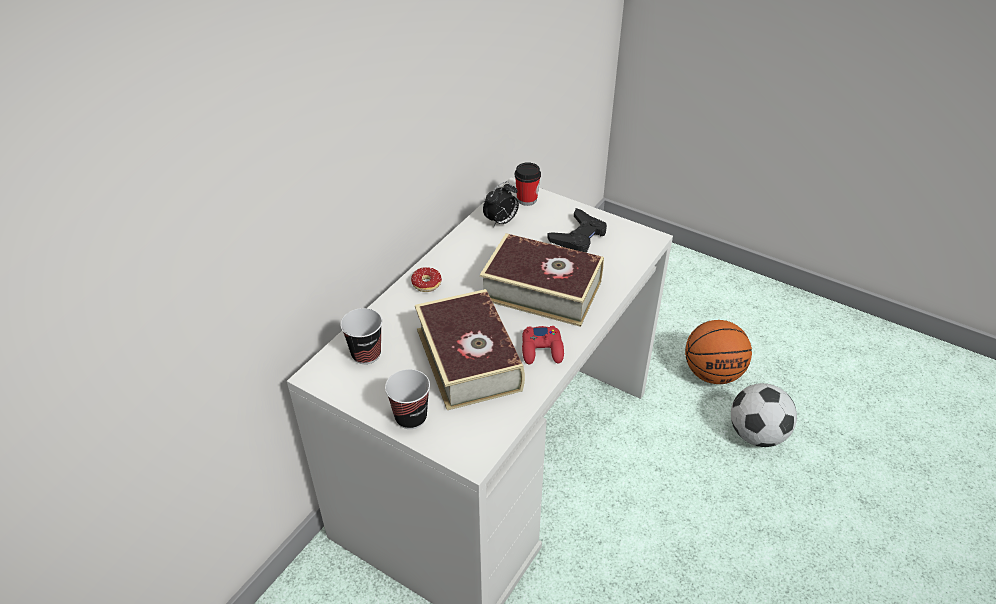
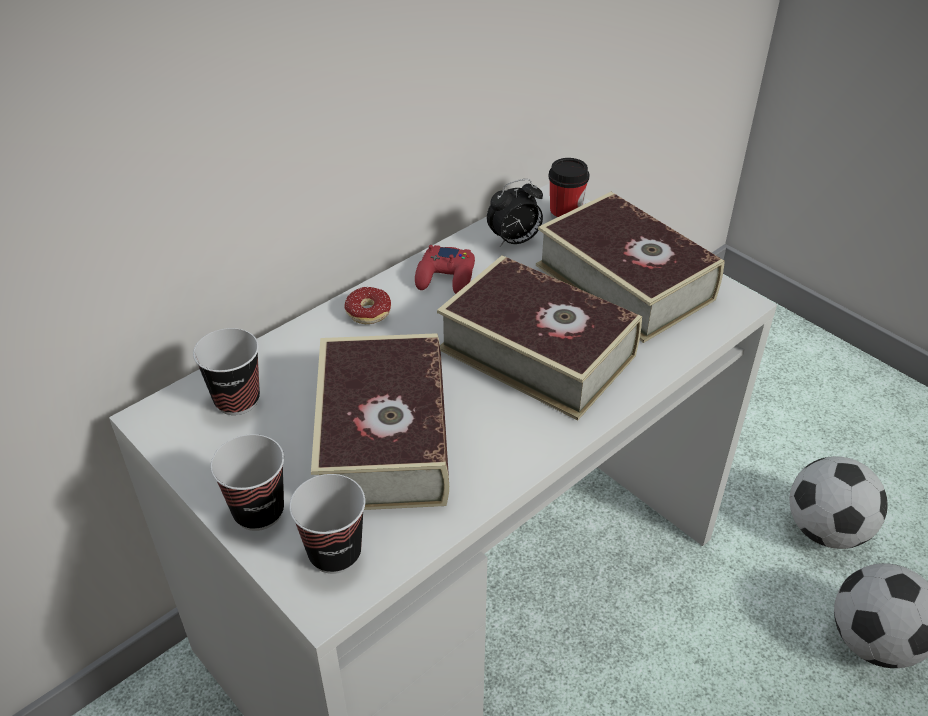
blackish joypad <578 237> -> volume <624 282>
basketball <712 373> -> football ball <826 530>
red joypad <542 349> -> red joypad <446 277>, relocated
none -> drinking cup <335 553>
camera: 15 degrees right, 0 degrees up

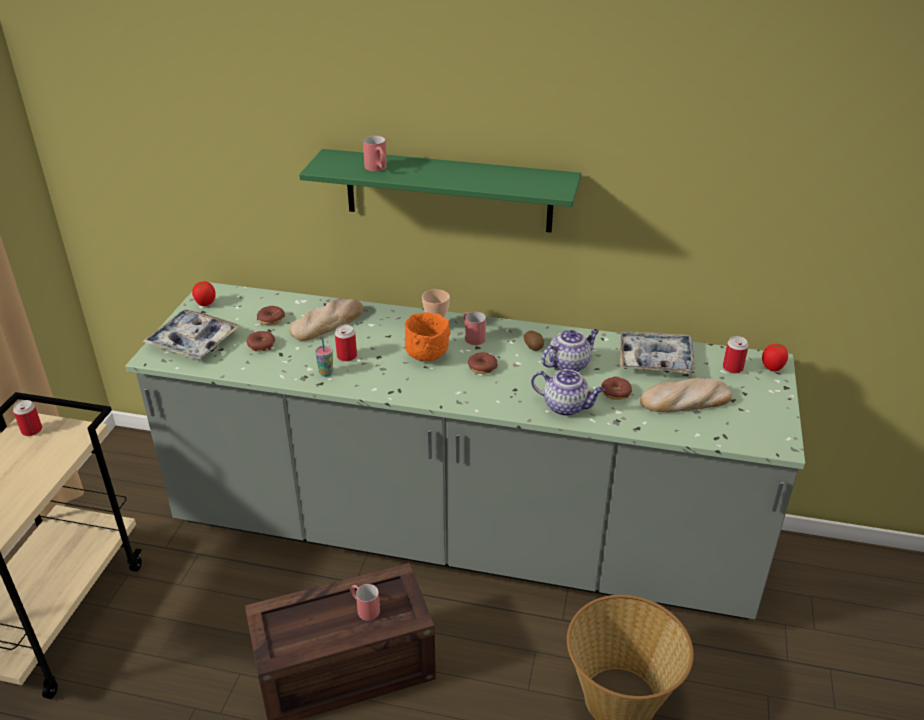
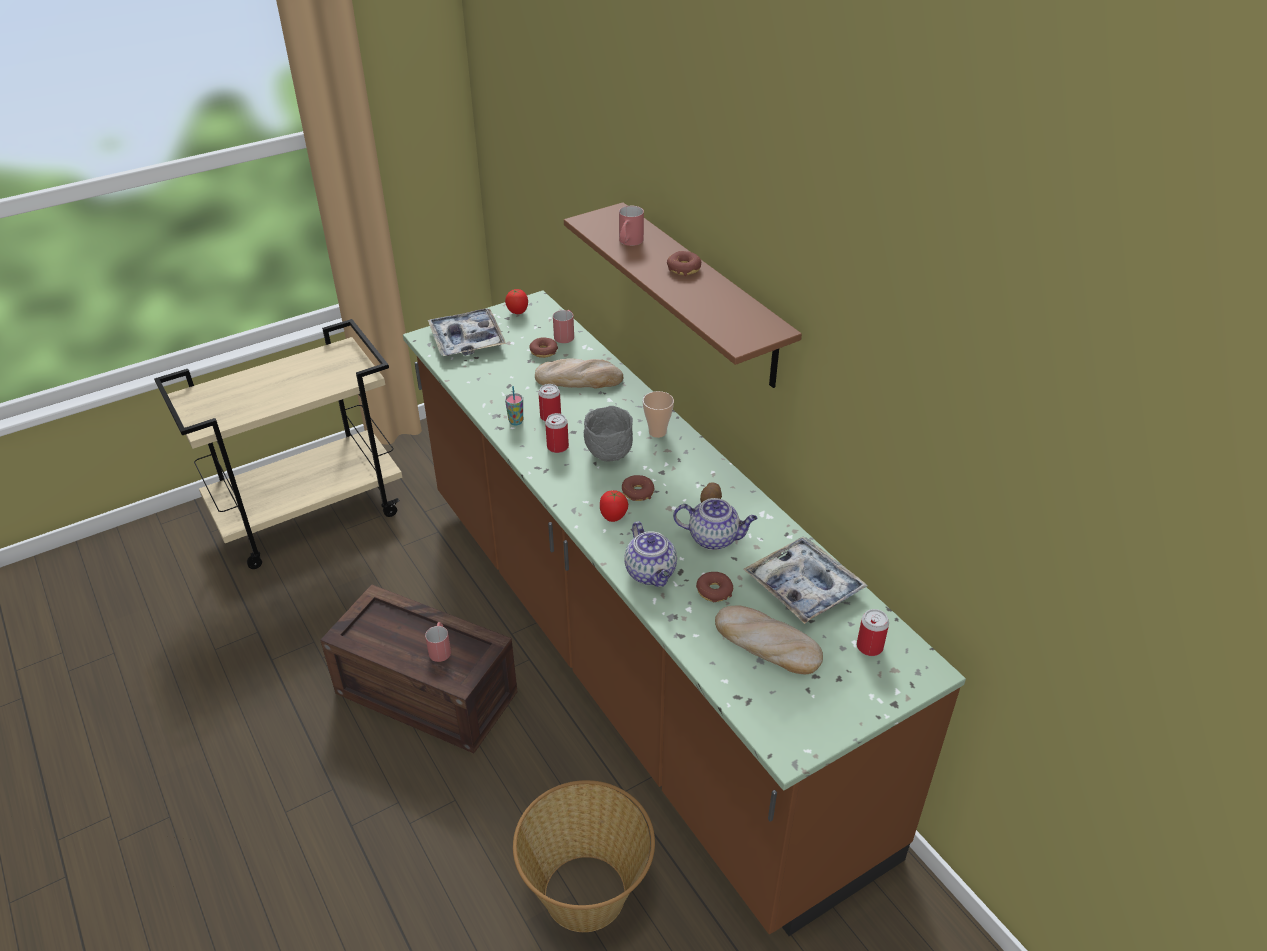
green wall shelf <448 191> -> brown-coloured wall shelf <703 295>
gray counter <462 536> -> brown-coloured counter <633 659>
orange-coloured serving bowl <426 357> -> gray serving bowl <608 455>
red coffee mug <472 336> -> red coffee mug <566 335>, relocated
ring doughnut <261 345> -> ring doughnut <684 268>, relocated
fresh tomato <772 368> -> fresh tomato <613 518>, relocated
sealed can <32 430> -> sealed can <557 447>, relocated
camera: 45 degrees right, 5 degrees up

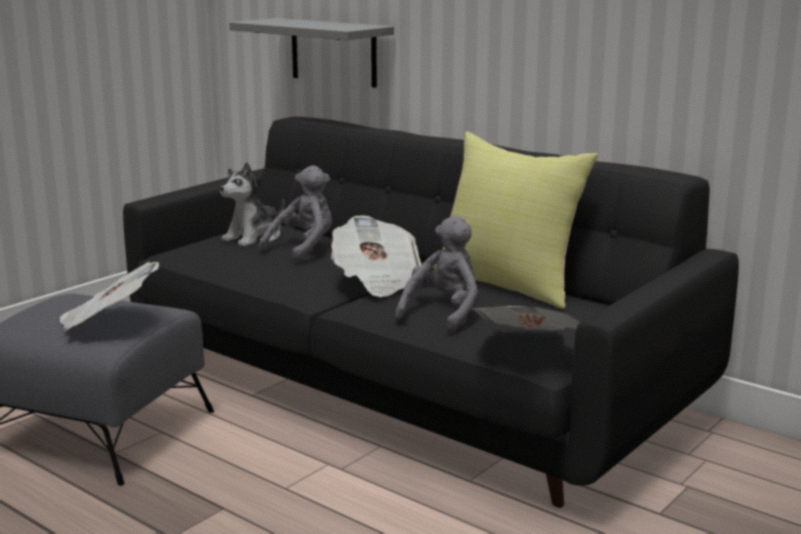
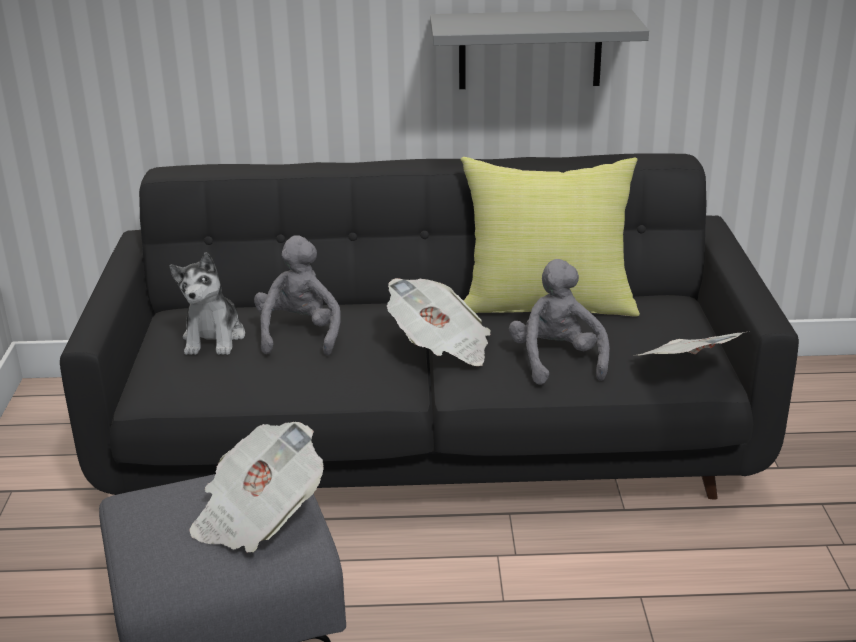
gray wall shelf <333 52> -> gray wall shelf <530 49>, relocated
camera: 40 degrees left, 10 degrees up

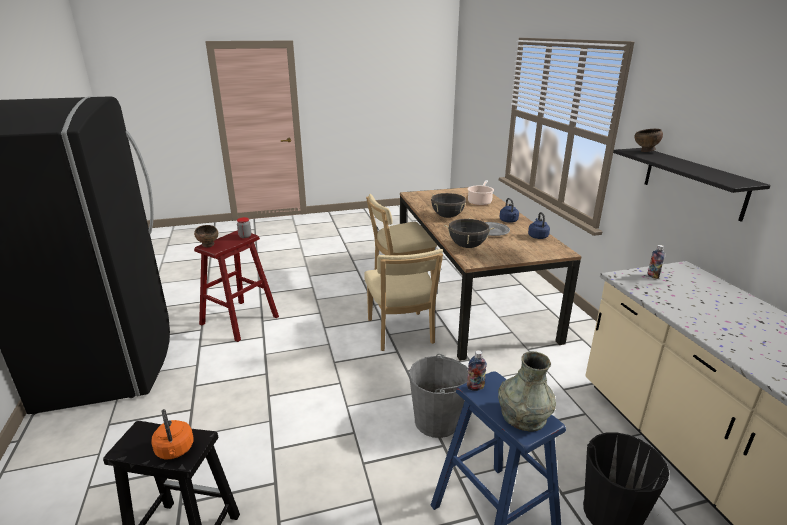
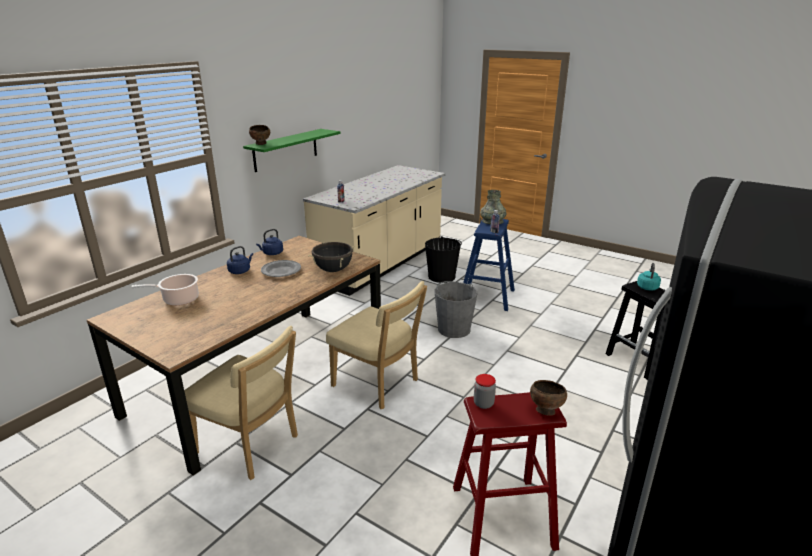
blackish wall shelf <693 182> -> green wall shelf <286 150>
blackish saucepot <447 216> -> none
beige-coloured plain chair <401 333> -> beige-coloured plain chair <378 384>, 90 degrees clockwise
orange-coloured tea kettle <175 450> -> blue-green tea kettle <647 287>
camera: 130 degrees left, 0 degrees up

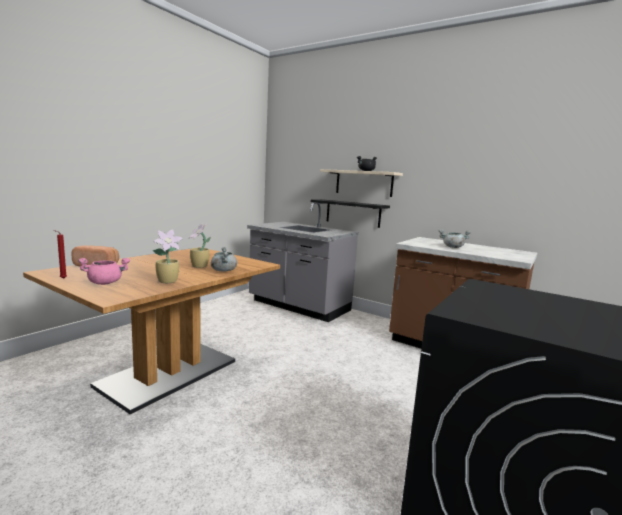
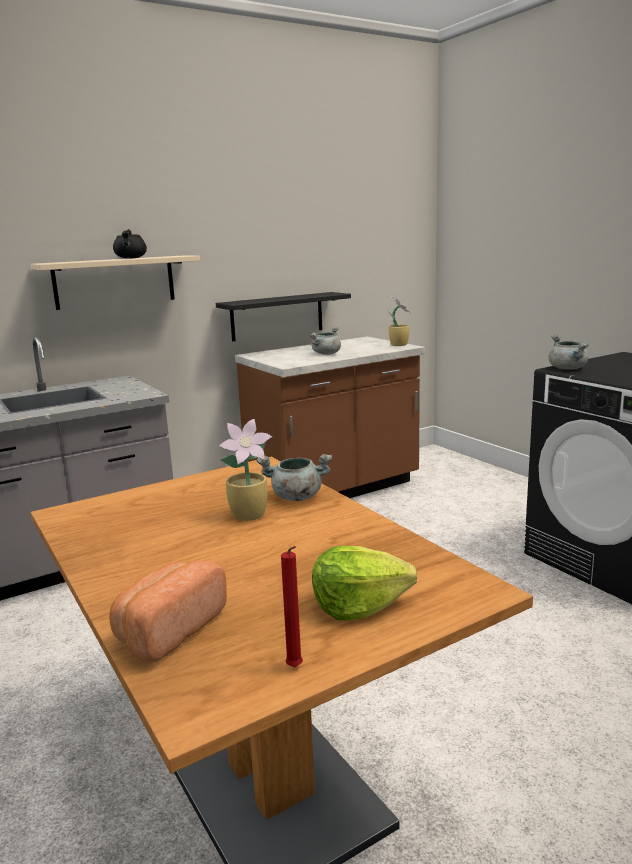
blackish wall shelf <353 213> -> blackish wall shelf <277 316>, relocated
potted plant <168 281> -> potted plant <399 345>, relocated
pink saucepot <105 283> -> lettuce <358 605>
none -> gray saucepot <568 369>
camera: 65 degrees left, 5 degrees up

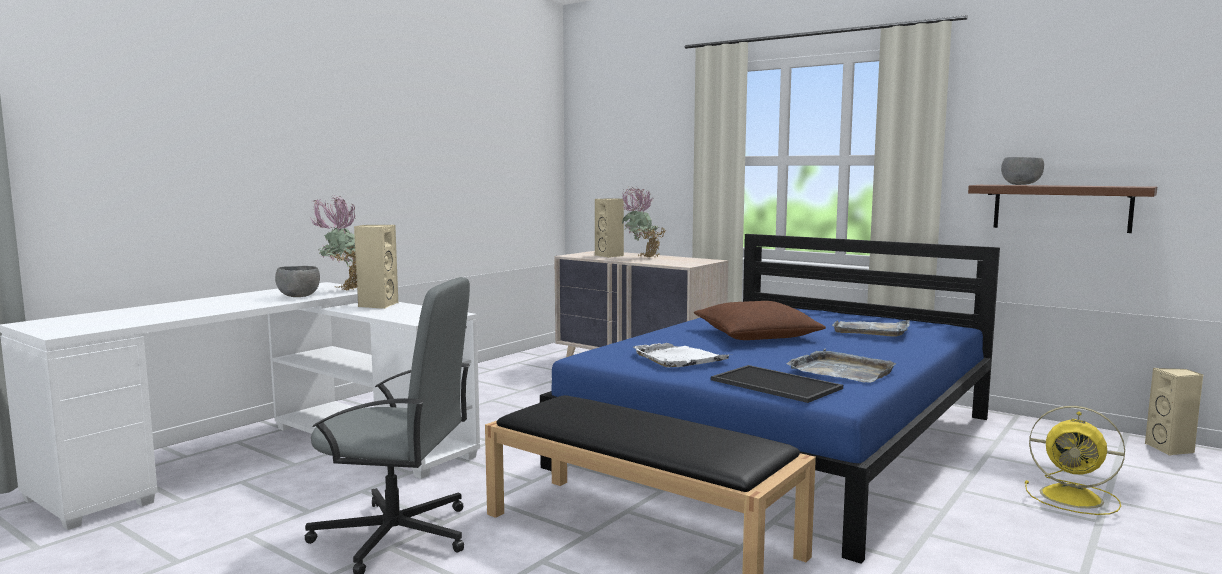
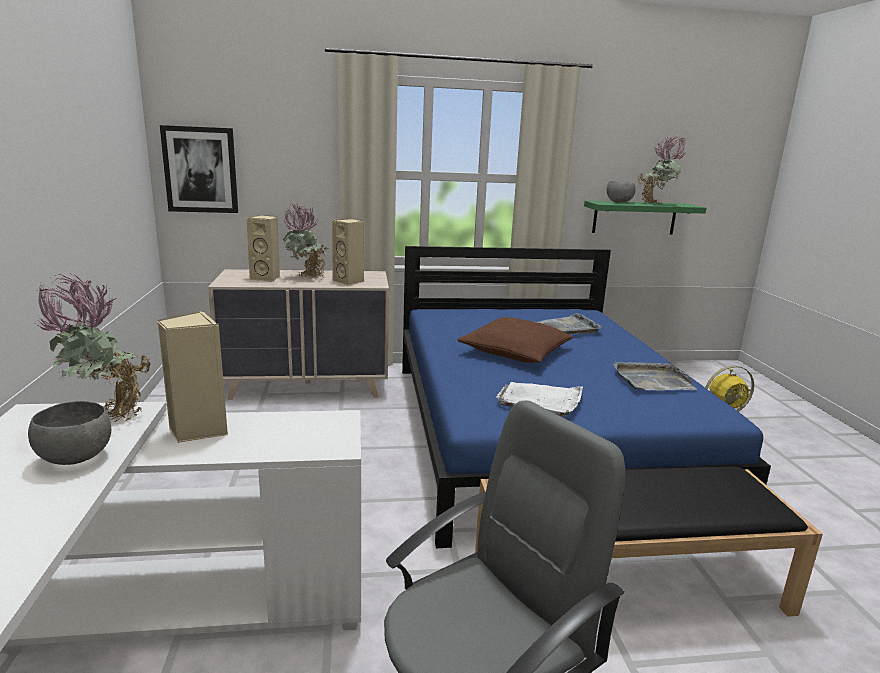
brown-coloured wall shelf <1061 207> -> green wall shelf <634 217>
carrying tray <773 384> -> none
beige-coloured speaker <1171 449> -> beige-coloured speaker <349 282>, relocated
none -> wall picture <200 170>
none -> potted plant <656 204>
camera: 45 degrees left, 10 degrees up

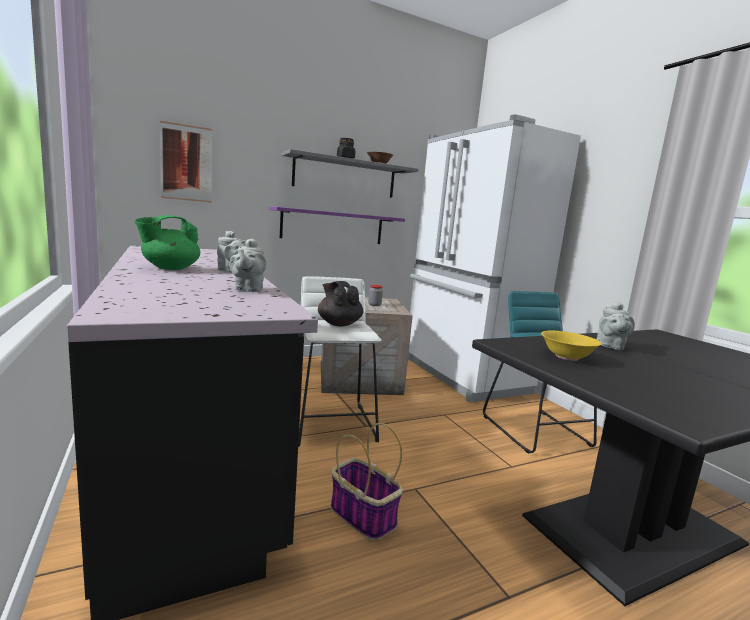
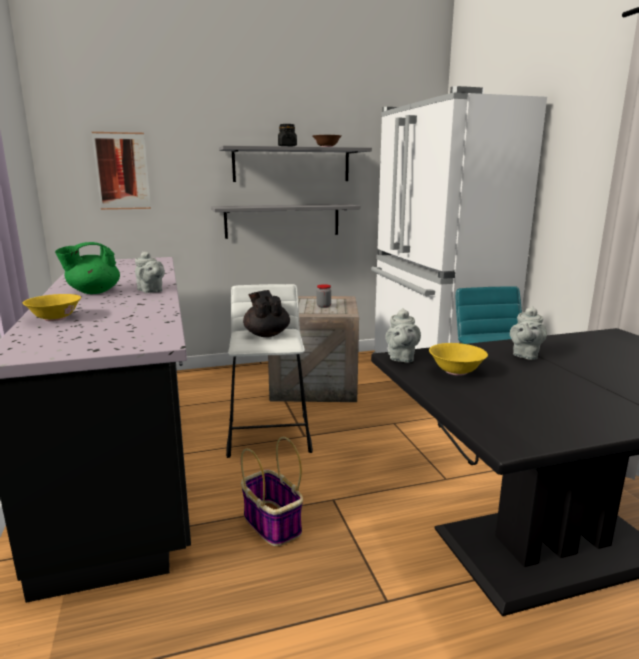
purple wall shelf <333 226> -> gray wall shelf <282 220>
gray tea pot <248 289> -> gray tea pot <401 358>, relocated
none -> yellow-coloured serving bowl <55 318>
camera: 10 degrees right, 5 degrees up

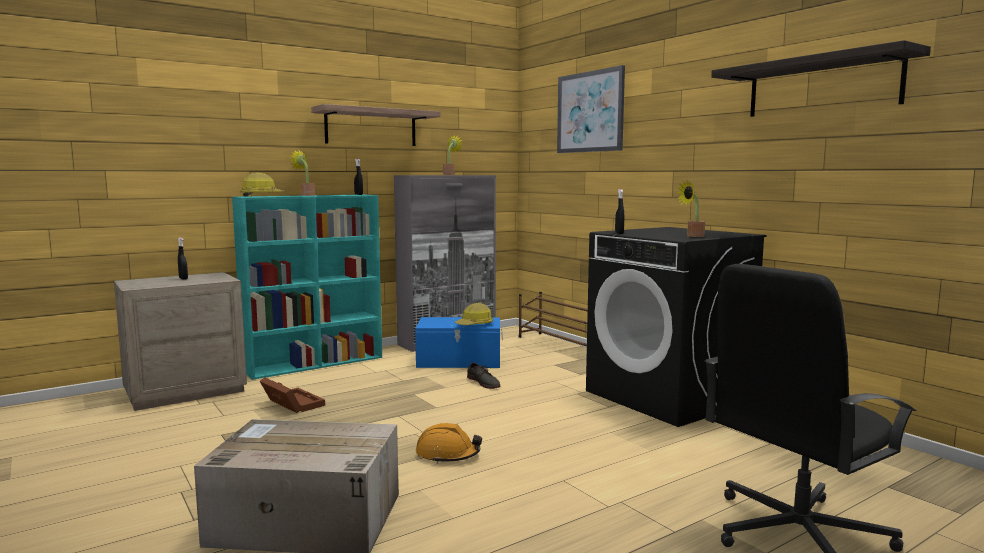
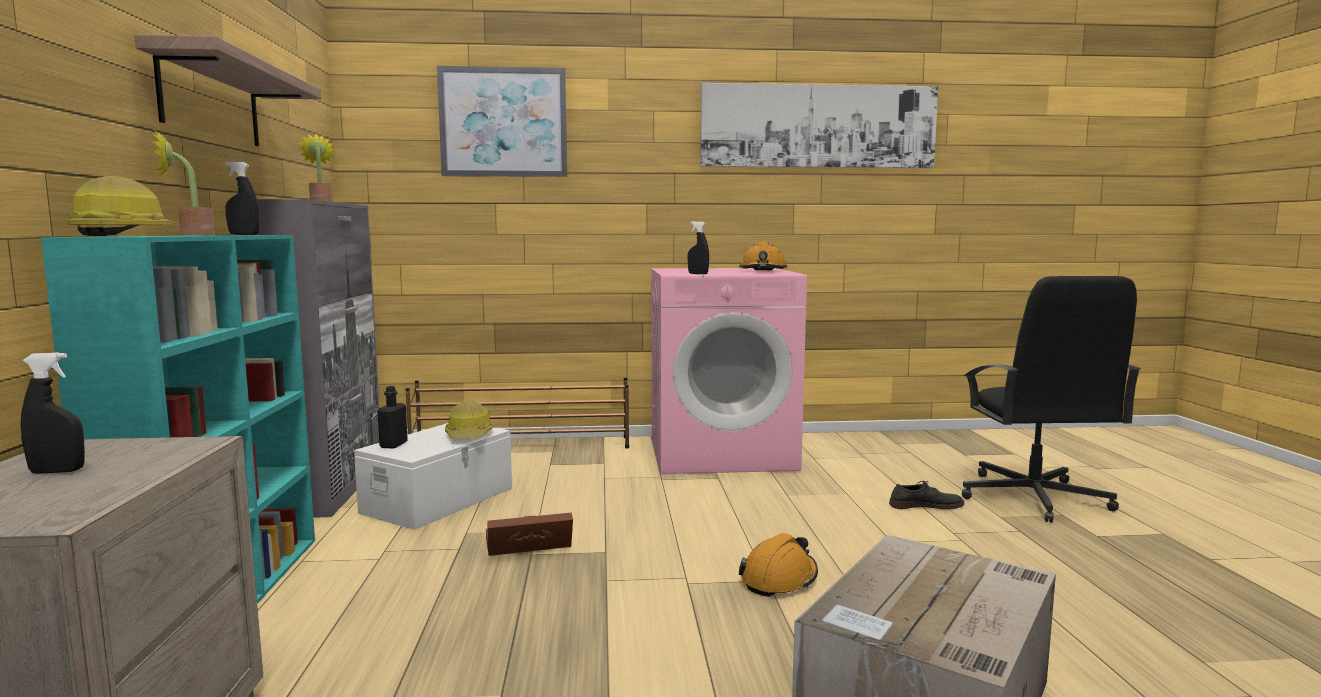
wall shelf <822 86> -> wall picture <818 126>
potted plant <692 236> -> orange-coloured safety helmet <763 271>
blackish washing machine <668 397> -> pink washing machine <722 453>
blue-coloured storage box <459 361> -> white-coloured storage box <440 500>
gray item of footwear <484 382> -> gray item of footwear <925 505>, relocated
brown-coloured storage box <291 404> -> brown-coloured storage box <526 546>, relocated
none -> blackish drink bottle <393 445>
camera: 60 degrees left, 0 degrees up

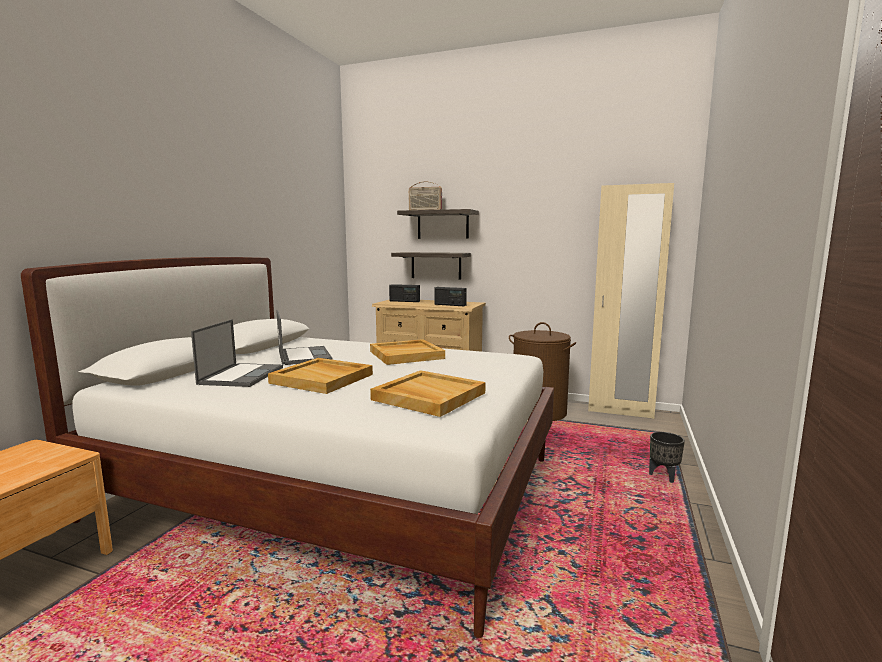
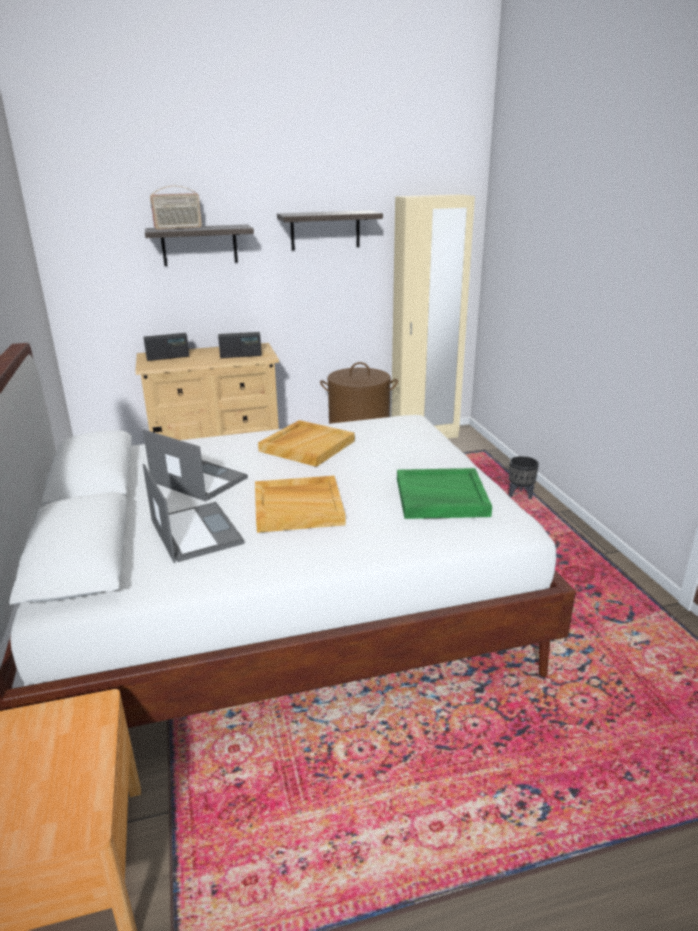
wall shelf <436 265> -> wall shelf <325 230>, relocated
beige-coloured carrying tray <428 396> -> green carrying tray <440 497>
camera: 35 degrees left, 15 degrees up

